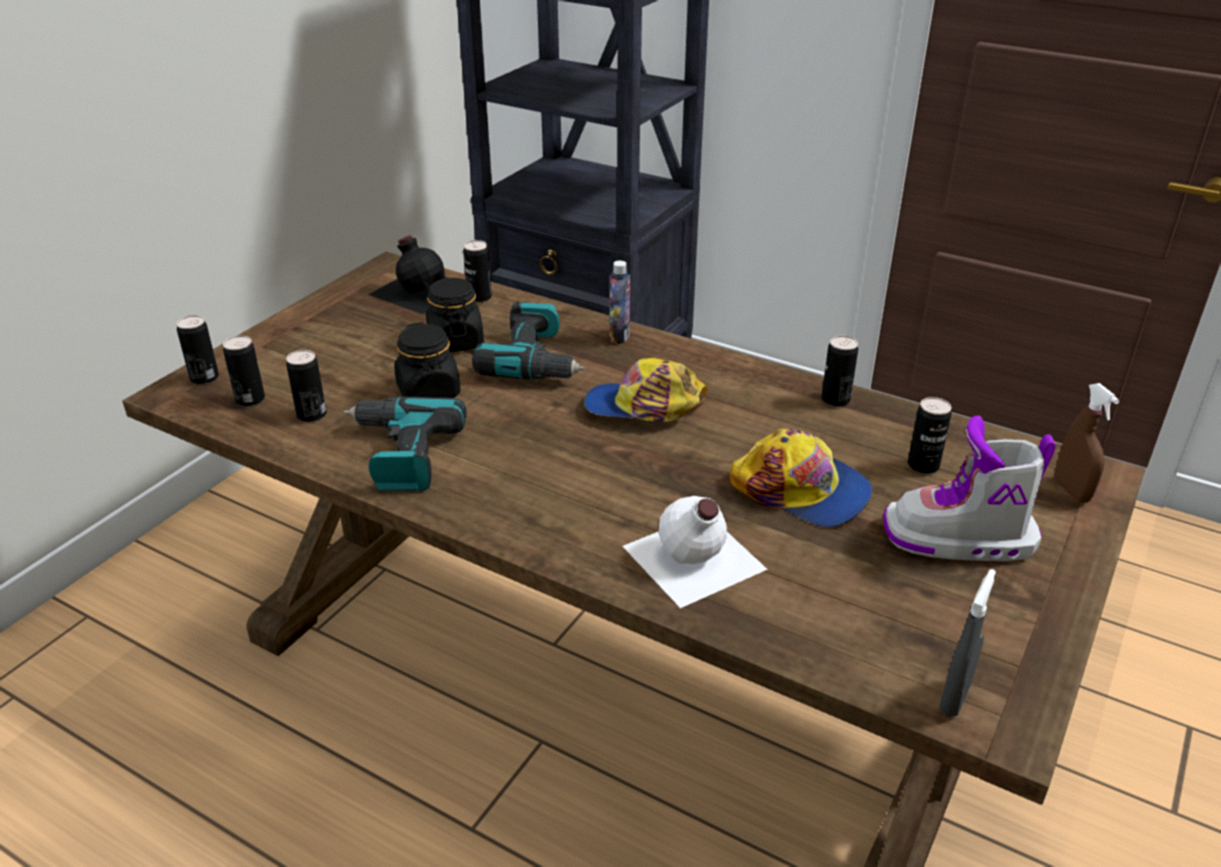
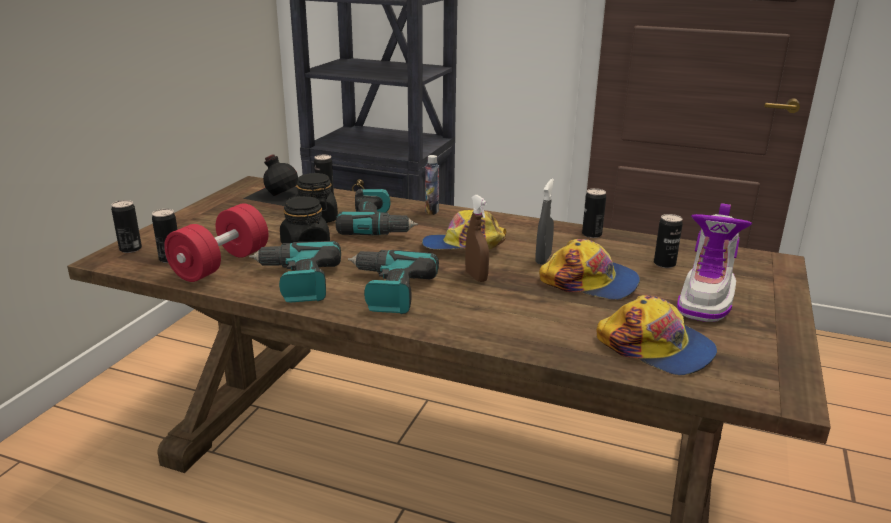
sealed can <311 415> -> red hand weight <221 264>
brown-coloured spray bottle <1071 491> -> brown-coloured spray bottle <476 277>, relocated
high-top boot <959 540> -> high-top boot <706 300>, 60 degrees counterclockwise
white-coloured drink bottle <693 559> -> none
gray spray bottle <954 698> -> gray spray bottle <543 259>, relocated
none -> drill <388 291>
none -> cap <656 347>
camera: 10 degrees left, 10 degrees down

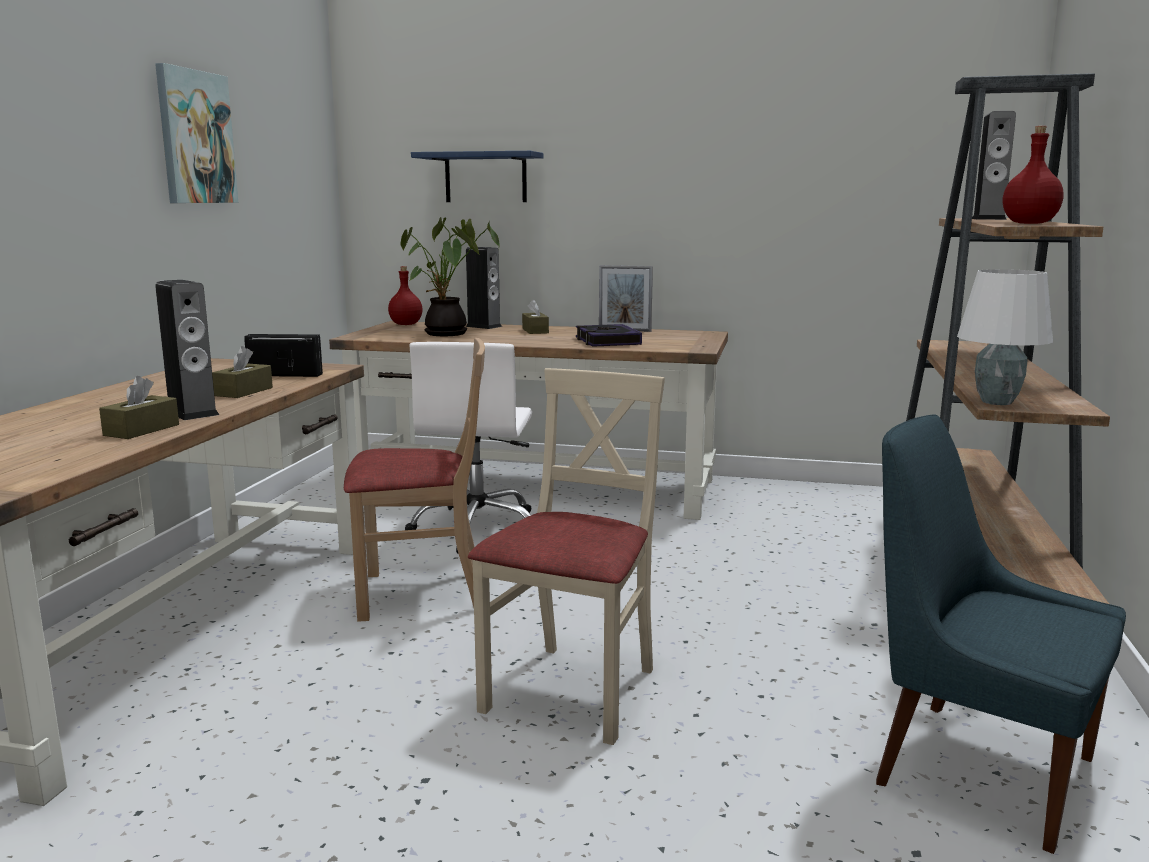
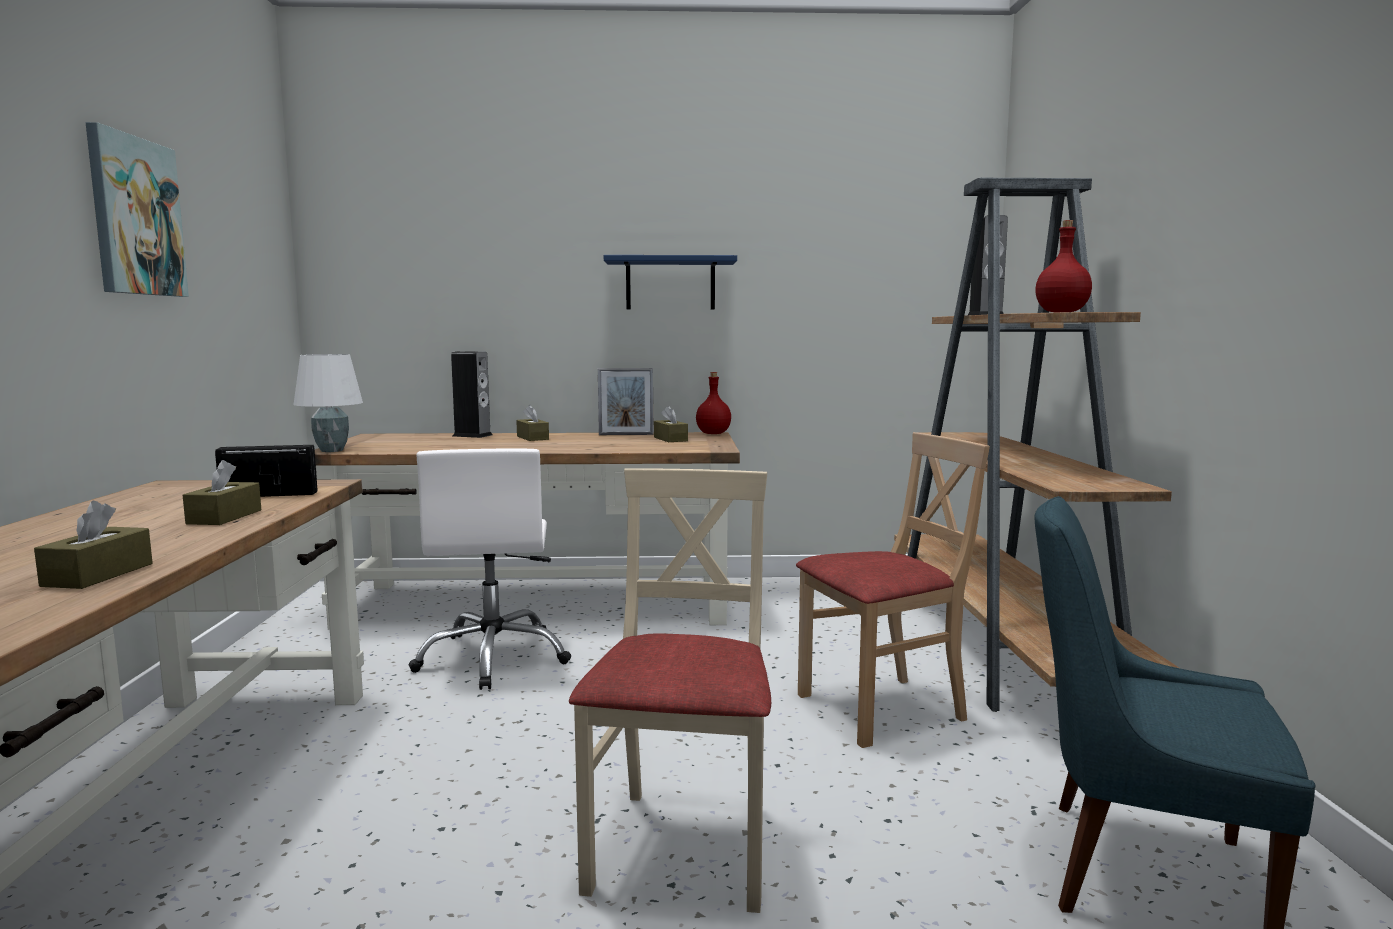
blue-coloured wall shelf <485 178> -> blue-coloured wall shelf <670 284>, relocated
potted plant <448 334> -> none
red drink bottle <406 324> -> red drink bottle <714 433>, relocated
white-coloured tabletop lamp <996 402> -> white-coloured tabletop lamp <331 450>, relocated
speaker <192 413> -> none
volume <607 341> -> none
beige-coloured plain chair <421 593> -> beige-coloured plain chair <881 709>, relocated
none -> brown-coloured tissue holder <670 439>
camera: 15 degrees left, 5 degrees down

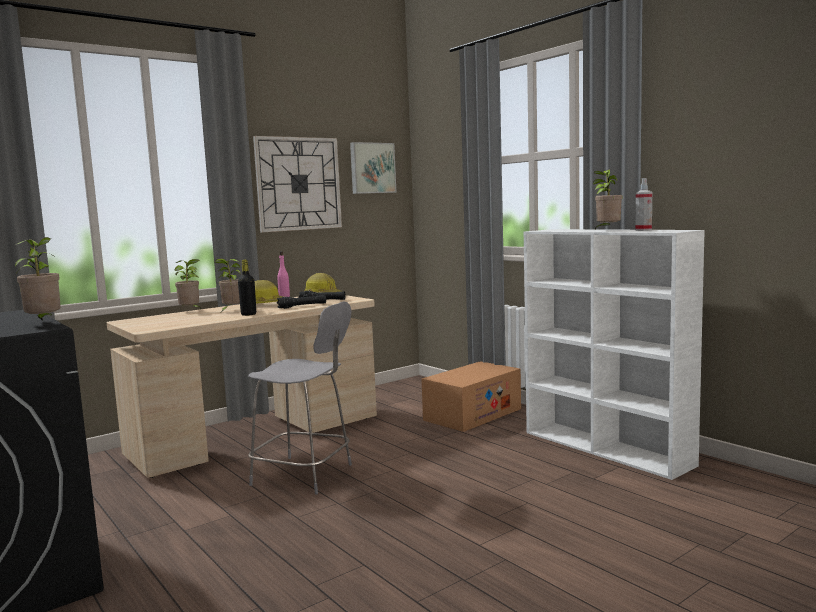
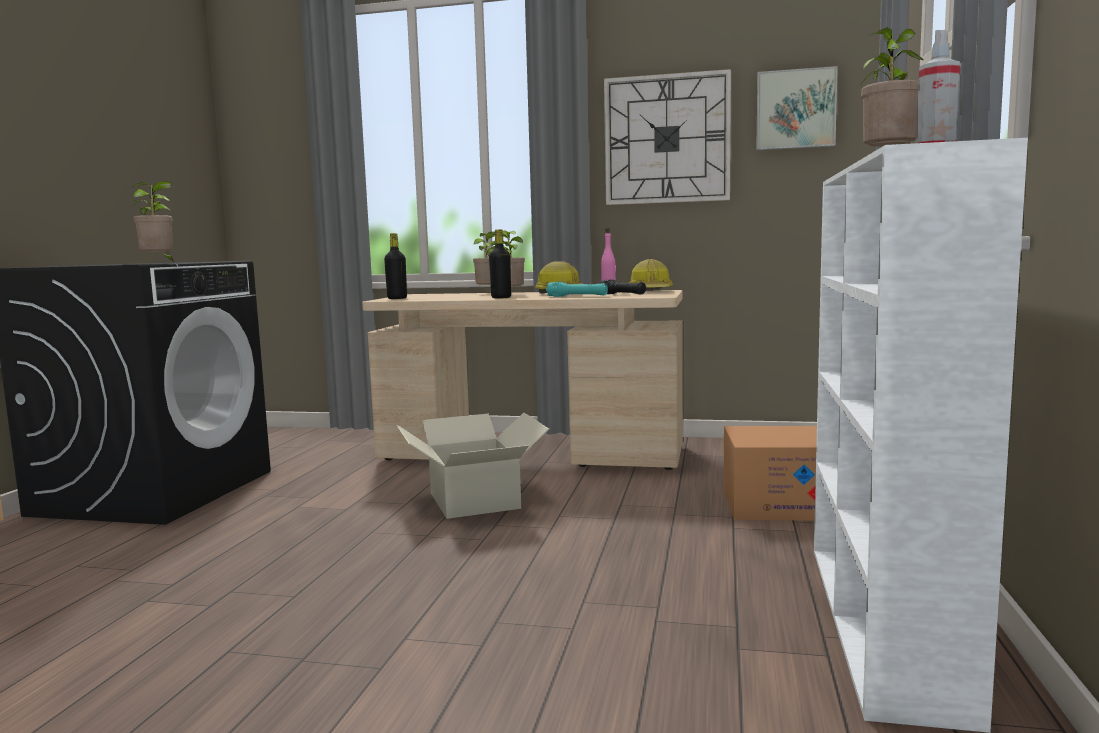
blackish flashlight <302 306> -> blue-green flashlight <577 296>
gray stool <305 475> -> cardboard box <473 500>
none -> blackish drink bottle <397 298>
camera: 50 degrees right, 0 degrees up

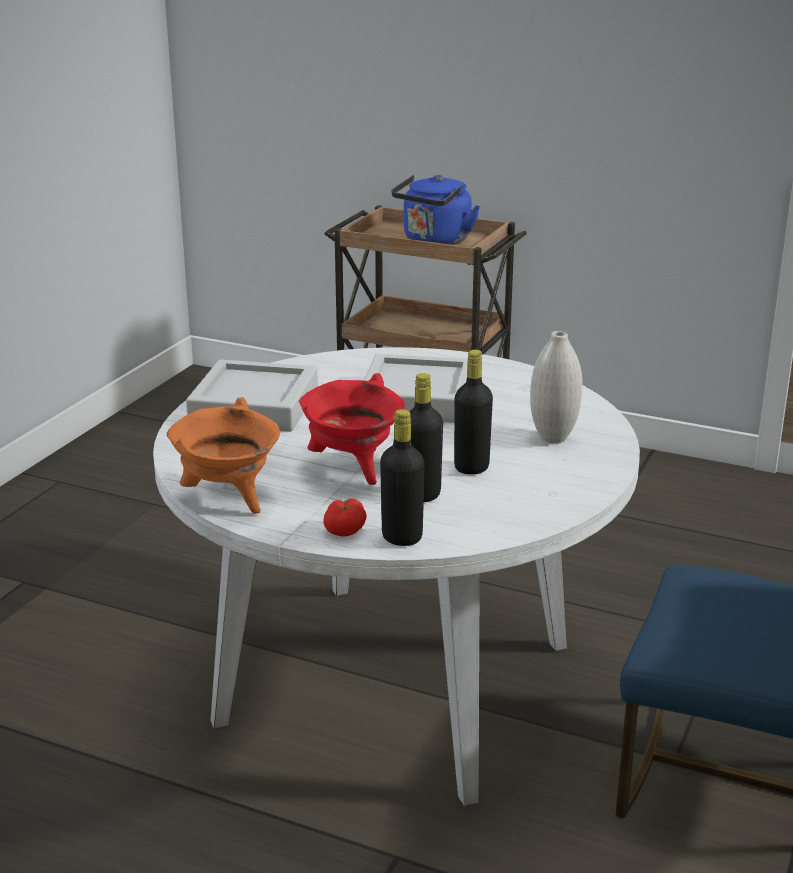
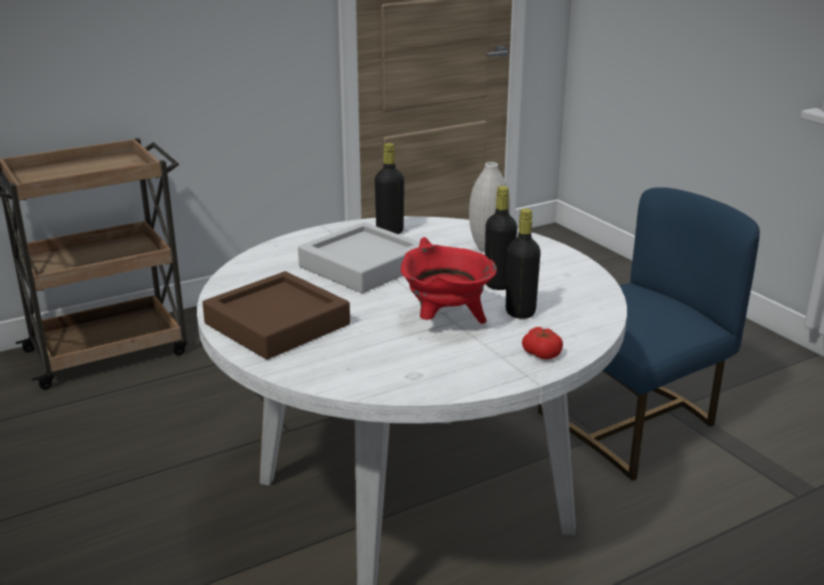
blue-coloured tea kettle <435 241> -> none
gray carrying tray <254 406> -> brown-coloured carrying tray <277 324>
orange-coloured saucepot <229 499> -> none
blackish drink bottle <402 537> -> blackish drink bottle <390 231>, relocated
camera: 55 degrees left, 0 degrees up

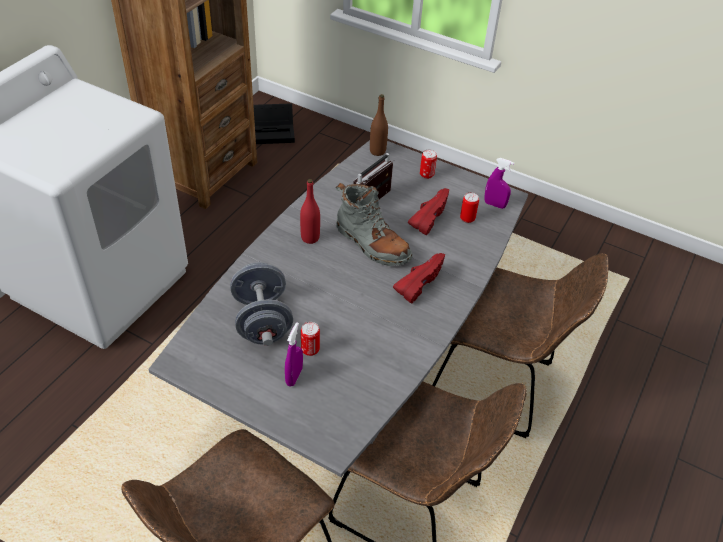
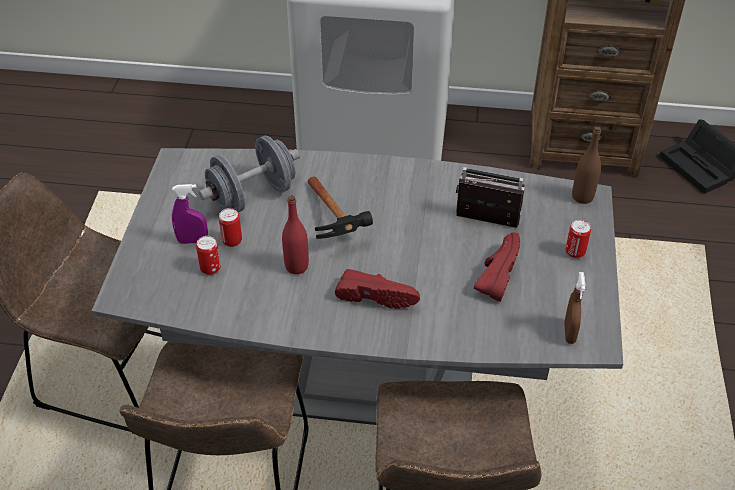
purple spray bottle <494 205> -> brown-coloured spray bottle <569 333>
red drink bottle <310 238> -> red drink bottle <296 266>, relocated
gray high-top boot <372 244> -> none
red item of footwear <427 217> -> red item of footwear <495 274>, 75 degrees counterclockwise
sealed can <467 218> -> sealed can <210 268>, relocated
none -> hand hammer <336 226>
camera: 70 degrees right, 0 degrees up

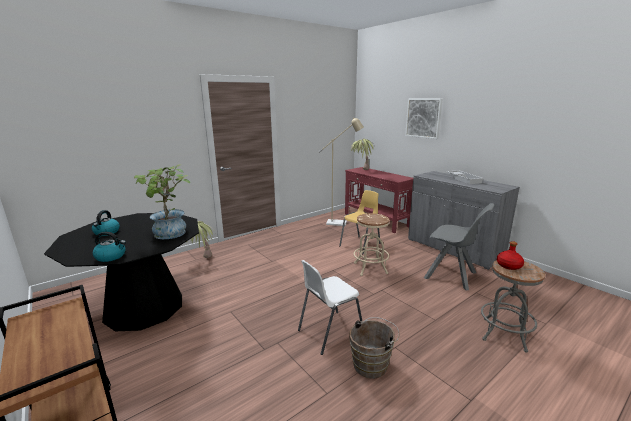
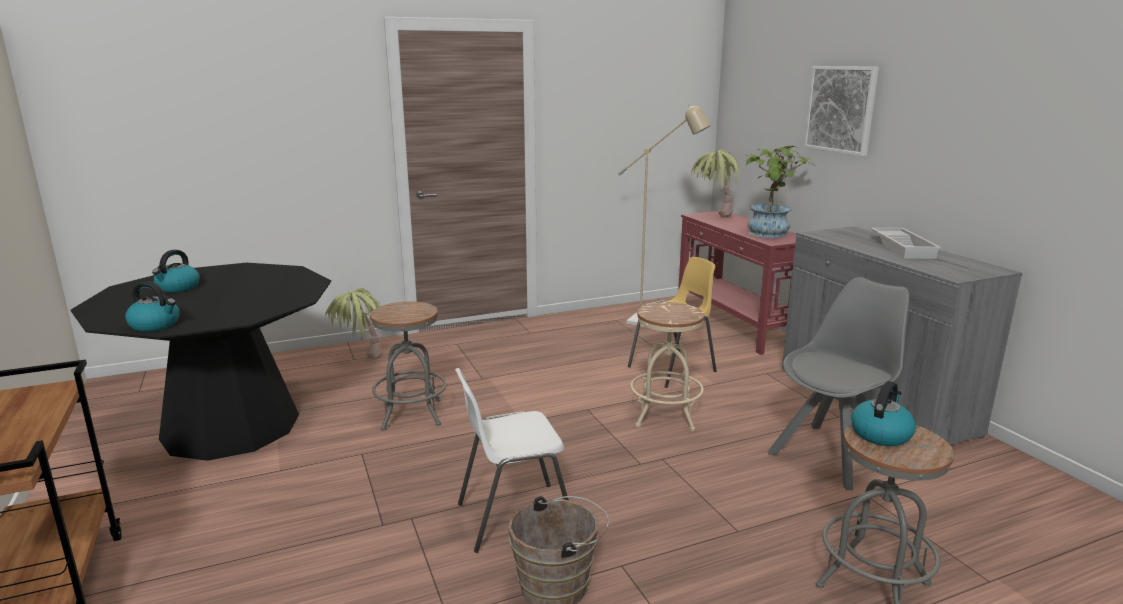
potted plant <170 235> -> potted plant <770 234>, relocated
gray plain chair <452 276> -> gray plain chair <832 454>, 90 degrees counterclockwise
red drink bottle <508 266> -> tea kettle <880 434>
none -> gray stool <411 415>
camera: 15 degrees right, 0 degrees up

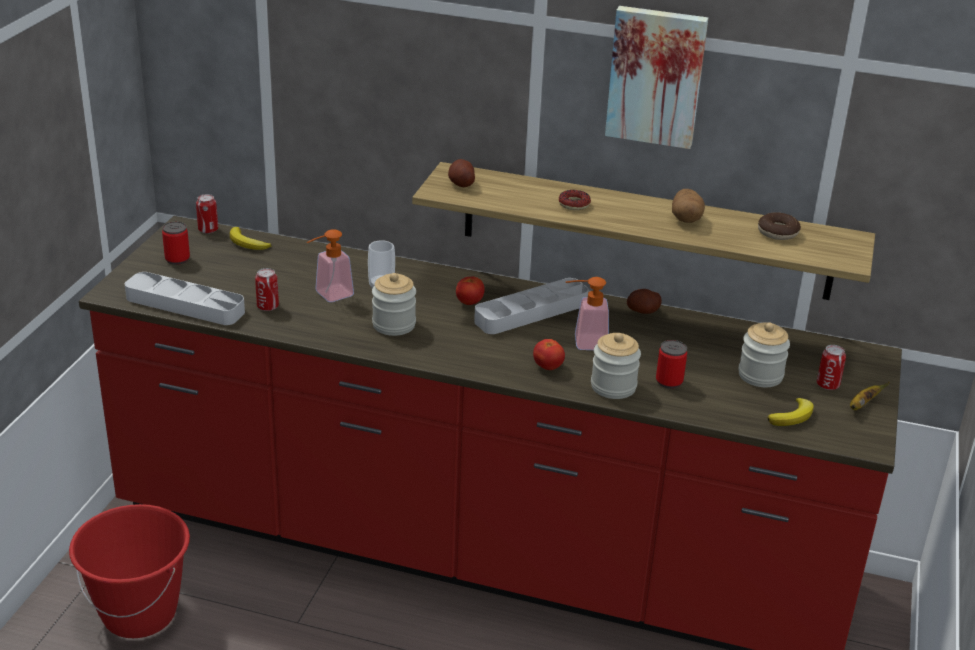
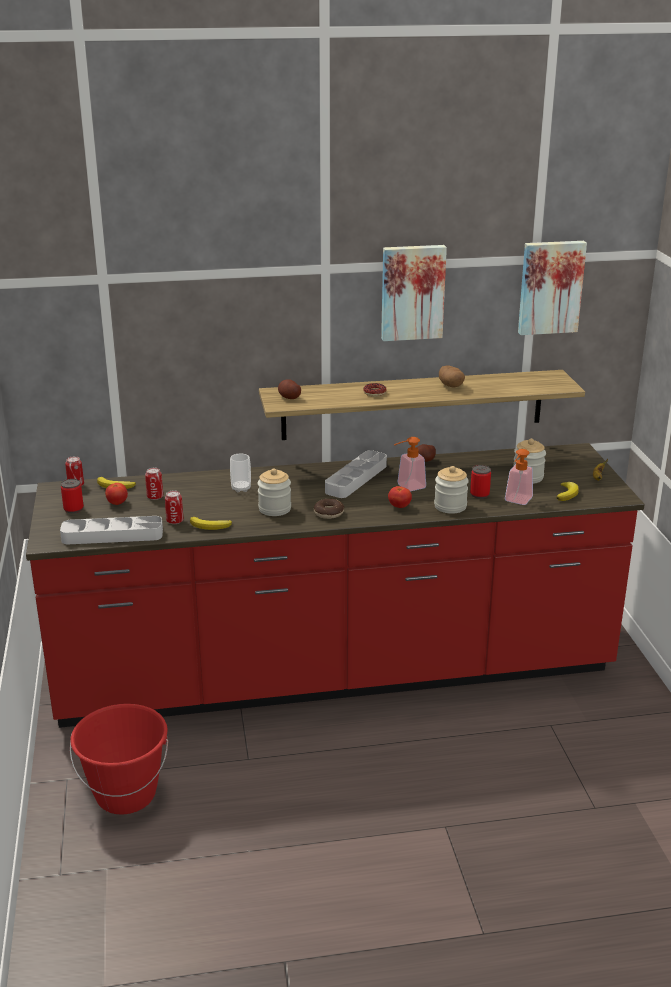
ring doughnut <778 233> -> ring doughnut <329 513>, relocated
soap bottle <328 295> -> soap bottle <516 501>, relocated
fresh tomato <469 302> -> fresh tomato <117 503>, relocated
sealed can <827 385> -> sealed can <155 497>, relocated
none -> wall picture <550 287>
none -> whole banana <210 526>
camera: 25 degrees left, 5 degrees down

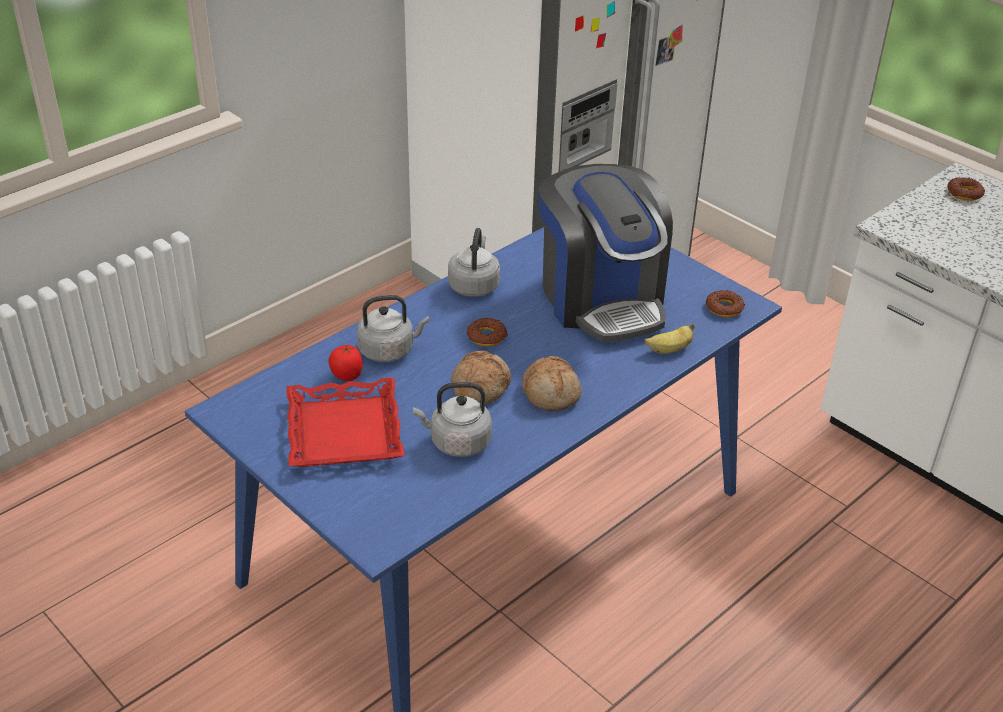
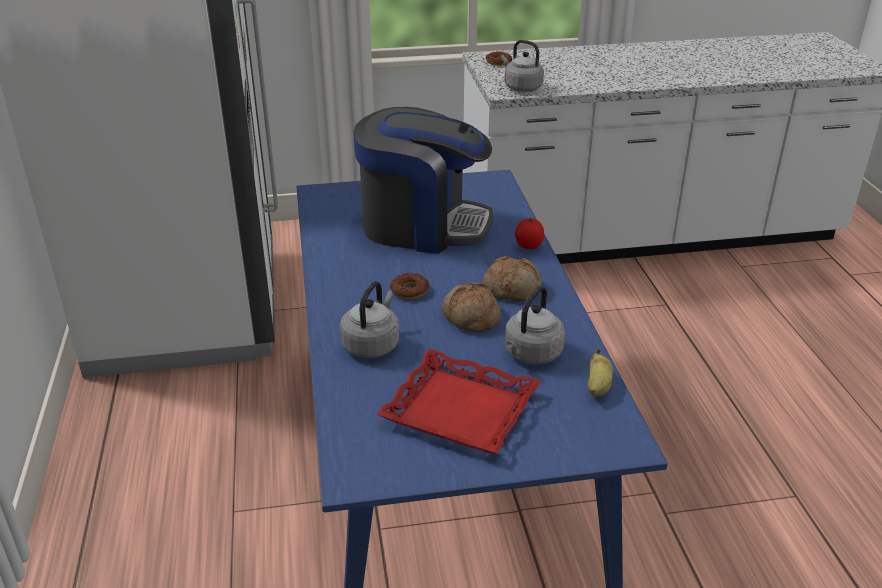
gray tea kettle <474 285> -> gray tea kettle <521 87>, relocated
ring doughnut <724 308> -> none
whole banana <669 350> -> whole banana <598 387>, relocated
fresh tomato <347 376> -> fresh tomato <528 246>, relocated
camera: 55 degrees left, 5 degrees down

